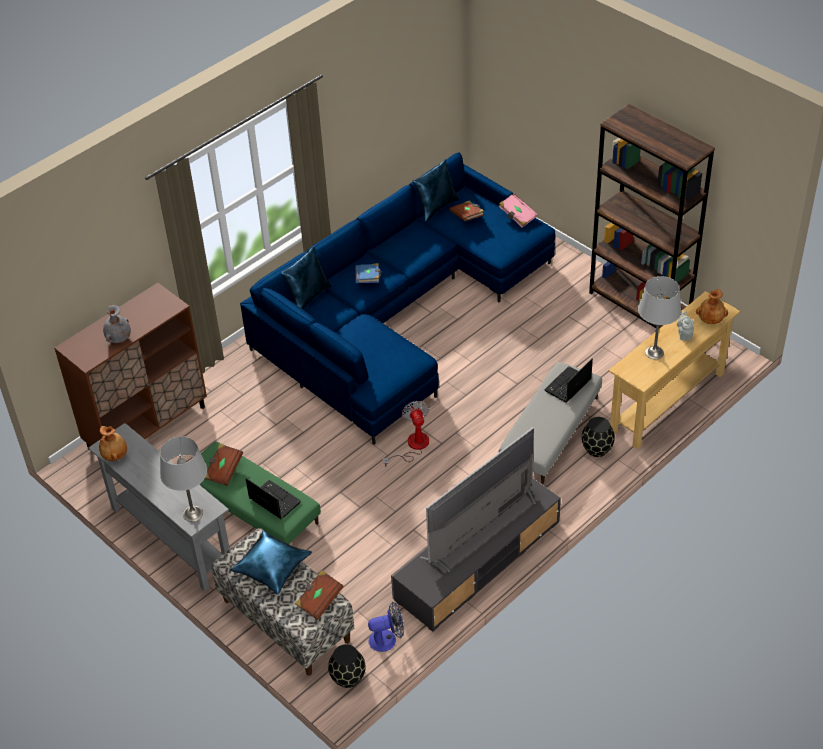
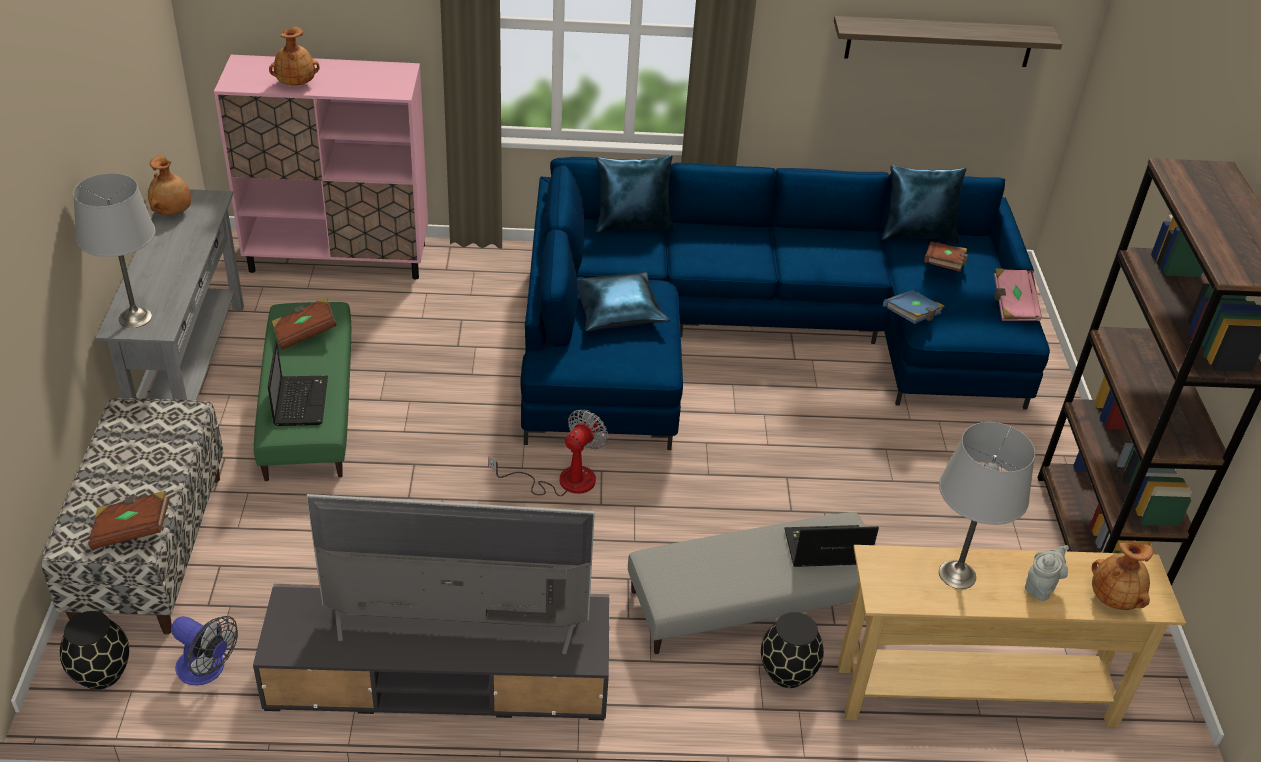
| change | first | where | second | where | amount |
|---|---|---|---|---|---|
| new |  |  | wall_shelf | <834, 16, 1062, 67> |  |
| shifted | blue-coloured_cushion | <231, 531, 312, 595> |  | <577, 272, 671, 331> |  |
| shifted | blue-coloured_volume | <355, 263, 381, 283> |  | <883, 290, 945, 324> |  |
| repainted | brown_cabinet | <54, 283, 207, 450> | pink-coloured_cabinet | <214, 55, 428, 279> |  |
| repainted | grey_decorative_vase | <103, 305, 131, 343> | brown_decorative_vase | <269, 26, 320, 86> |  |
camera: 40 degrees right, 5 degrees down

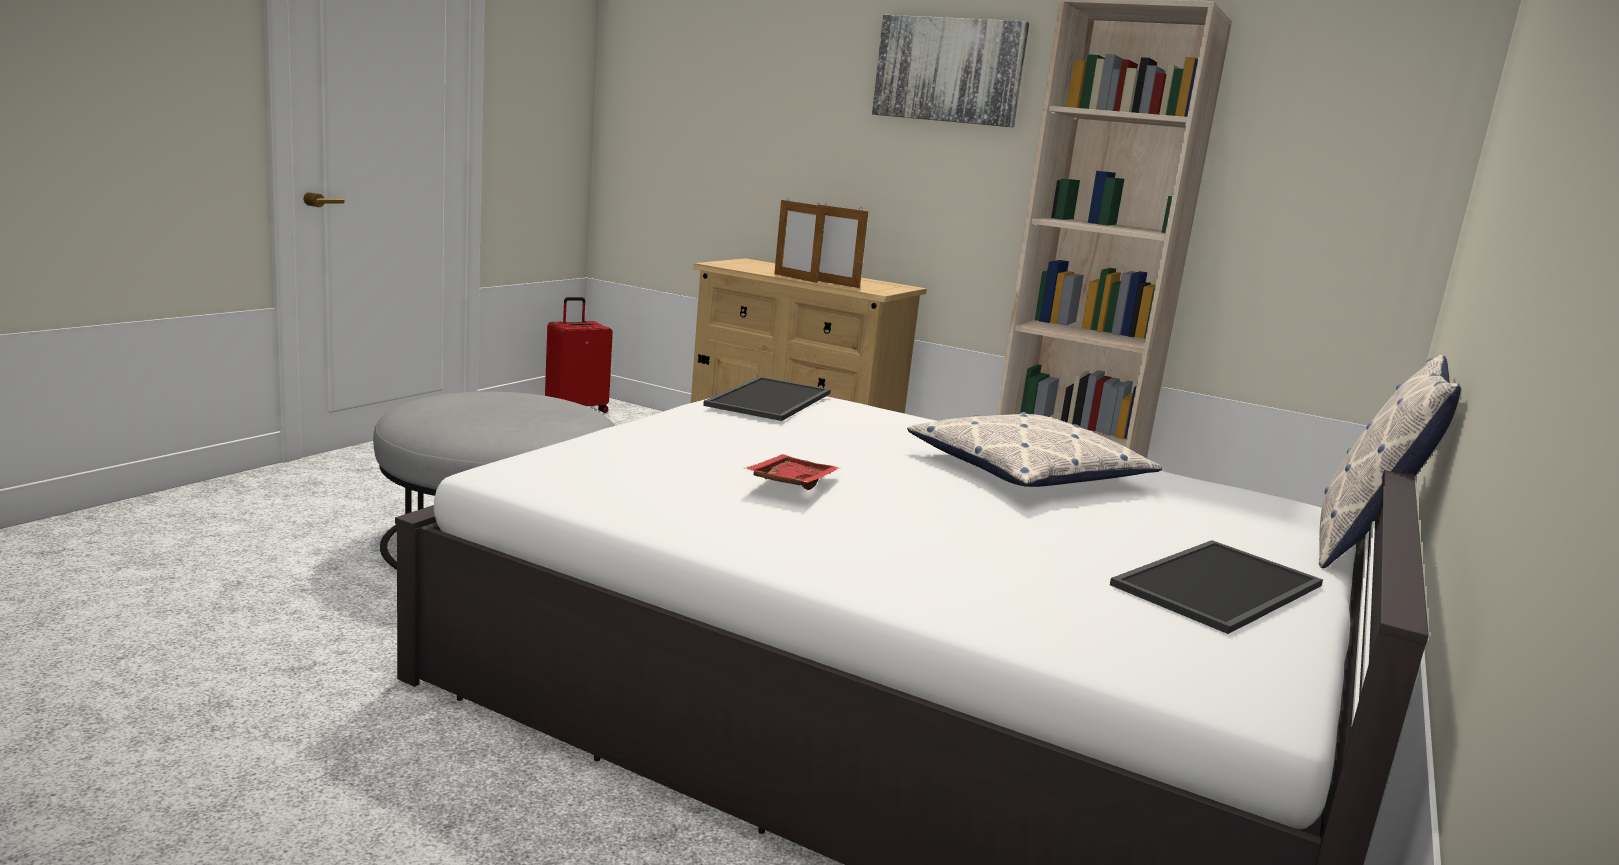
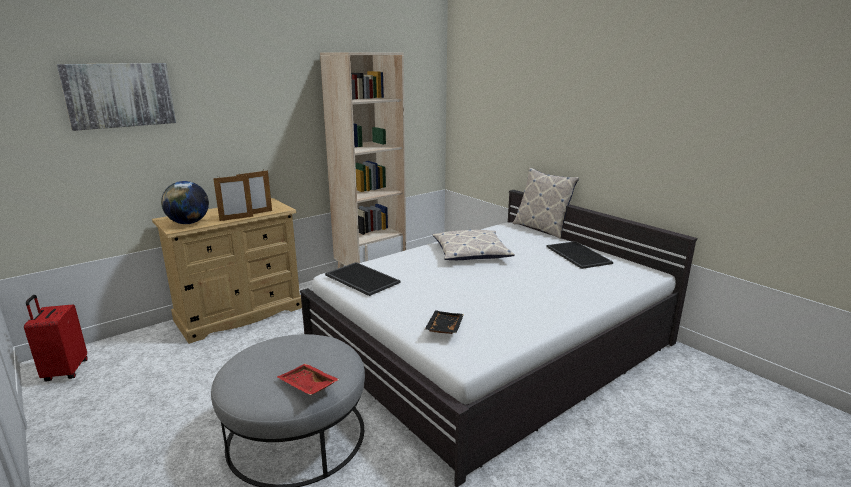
| change | first | where | second | where | amount |
|---|---|---|---|---|---|
| new |  |  | desk_globe | <161, 181, 209, 224> |  |
| new |  |  | black_tray | <425, 310, 464, 334> |  |
| shifted | red_tray | <744, 454, 840, 490> |  | <277, 363, 340, 395> |  |
| shifted | wall_picture | <872, 15, 1029, 127> |  | <56, 63, 176, 131> |  |
camera: 65 degrees left, 5 degrees up

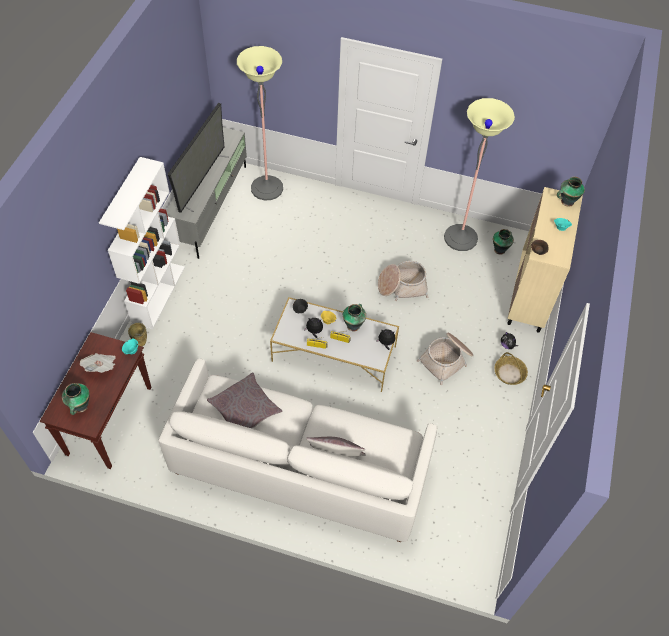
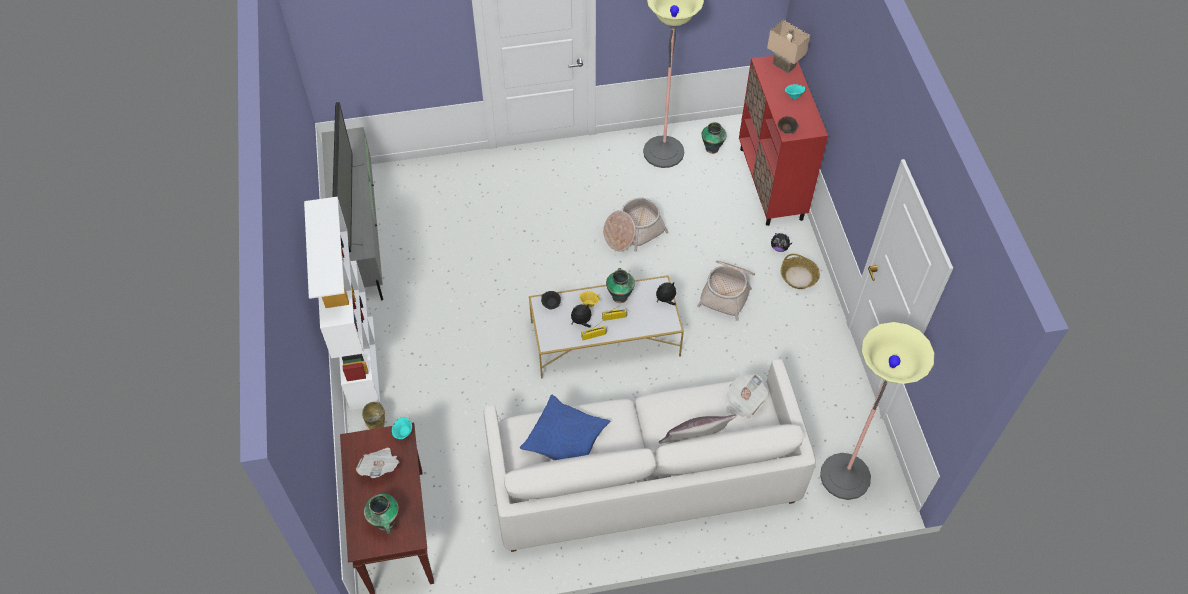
| change | first | where | second | where | amount |
|---|---|---|---|---|---|
| new |  |  | daily_paper | <726, 374, 768, 418> |  |
| shifted | floor_lamp | <237, 46, 283, 200> |  | <820, 322, 934, 500> |  |
| swapped | decorative_vase | <557, 177, 585, 207> | sand-coloured_lamp_for_a_table | <767, 20, 811, 73> |  |
| repainted | grey_cushion | <207, 372, 282, 428> | blue-coloured_cushion | <520, 395, 610, 461> |  |
| repainted | sand-coloured_cabinet | <507, 187, 583, 333> | red_cabinet | <739, 55, 828, 226> |  |
camera: 25 degrees left, 0 degrees up

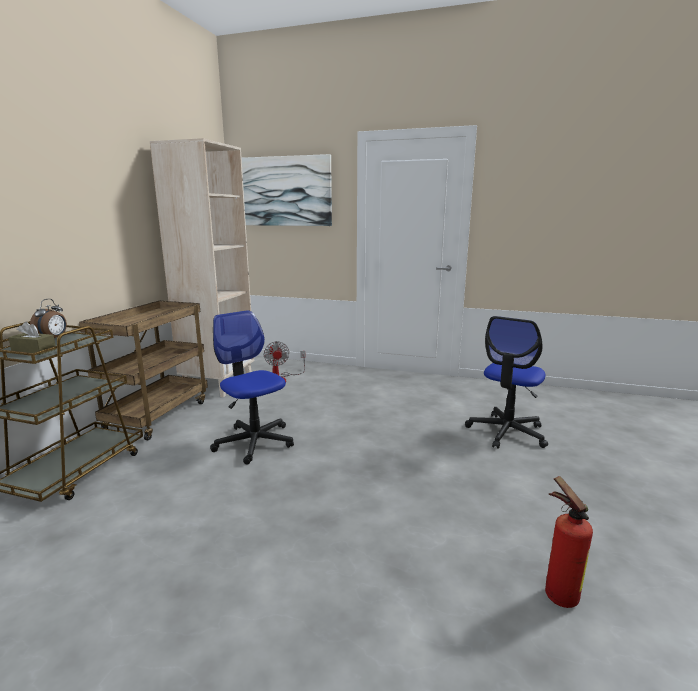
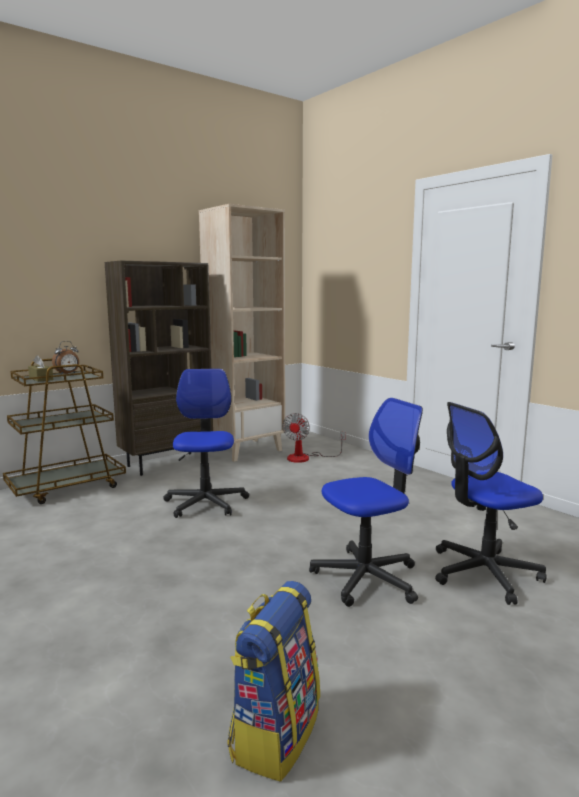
| change | first | where | second | where | amount |
|---|---|---|---|---|---|
| gone | wall_picture | <242, 154, 332, 226> |  |  |  |
| new |  |  | desk_chair | <309, 398, 423, 607> |  |
| swapped | brown_wheeled_cart | <79, 301, 208, 440> | brown_bookshelf | <105, 260, 213, 476> |  |
| swapped | extinguisher | <545, 476, 593, 608> | rucksack | <227, 581, 320, 782> |  |
camera: 35 degrees right, 5 degrees down

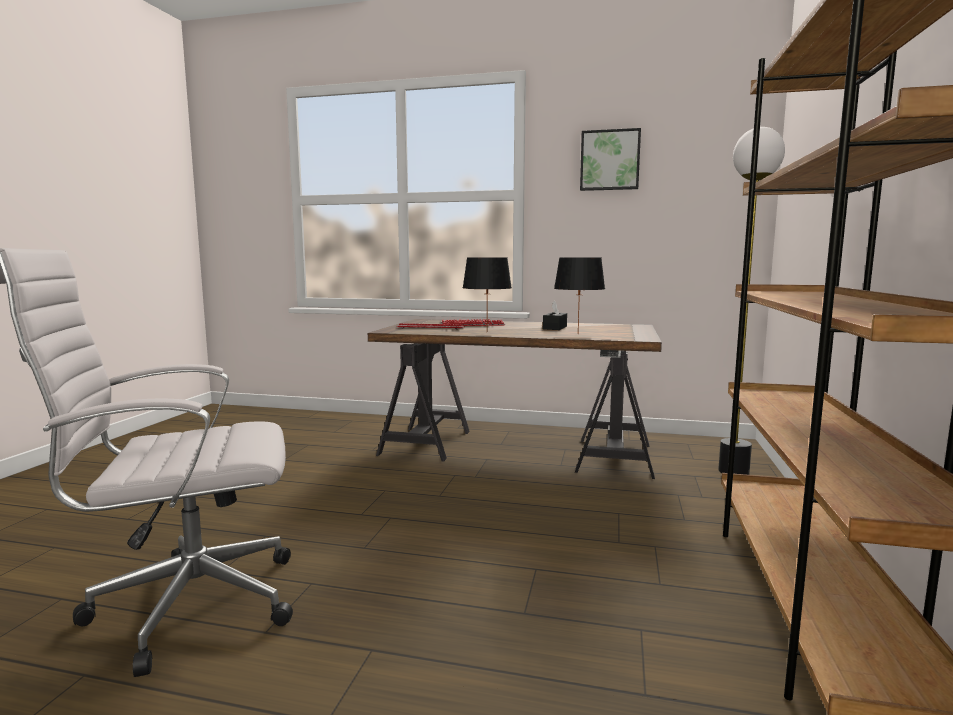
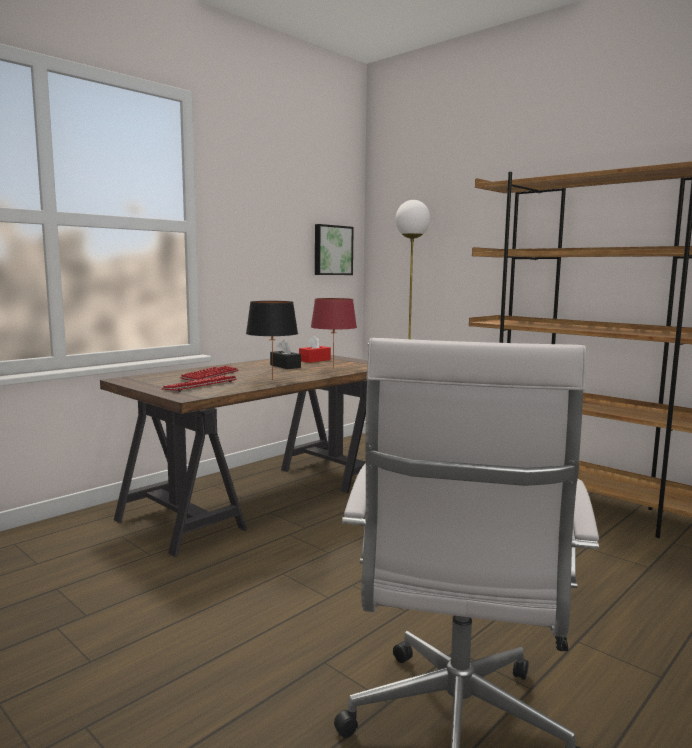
| change | first | where | second | where | amount |
|---|---|---|---|---|---|
| new |  |  | red_tissue_box | <299, 335, 331, 363> |  |
| shifted | wall_picture | <580, 128, 641, 191> |  | <315, 224, 354, 275> |  |
| repainted | black_lamp_for_a_table | <554, 258, 605, 331> | red_lamp_for_a_table | <311, 298, 357, 369> |  |
camera: 60 degrees left, 0 degrees up

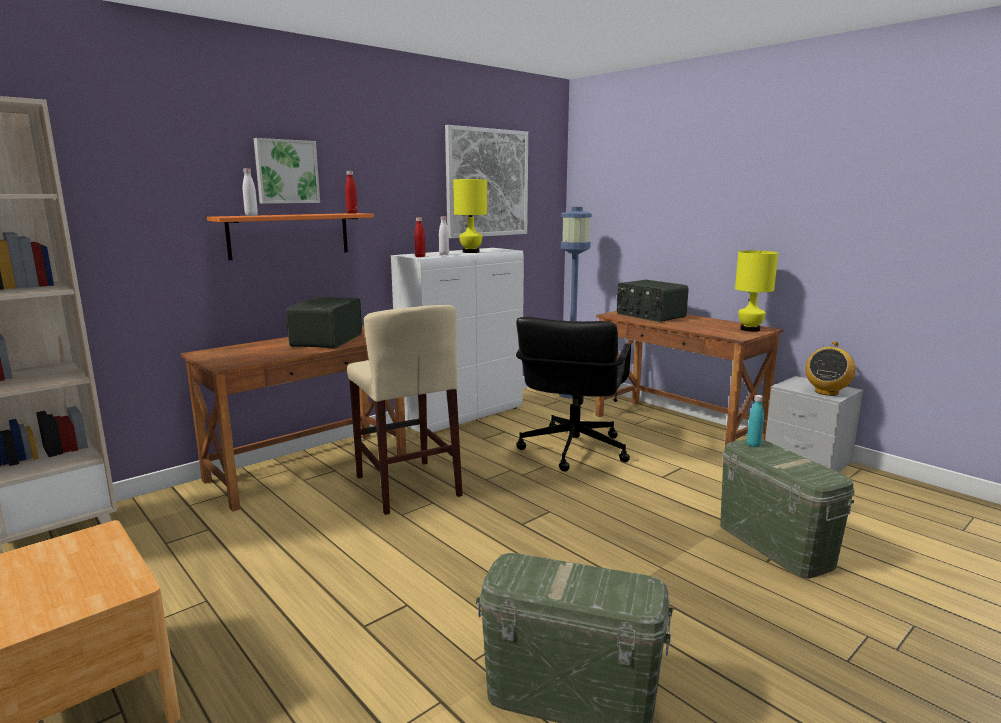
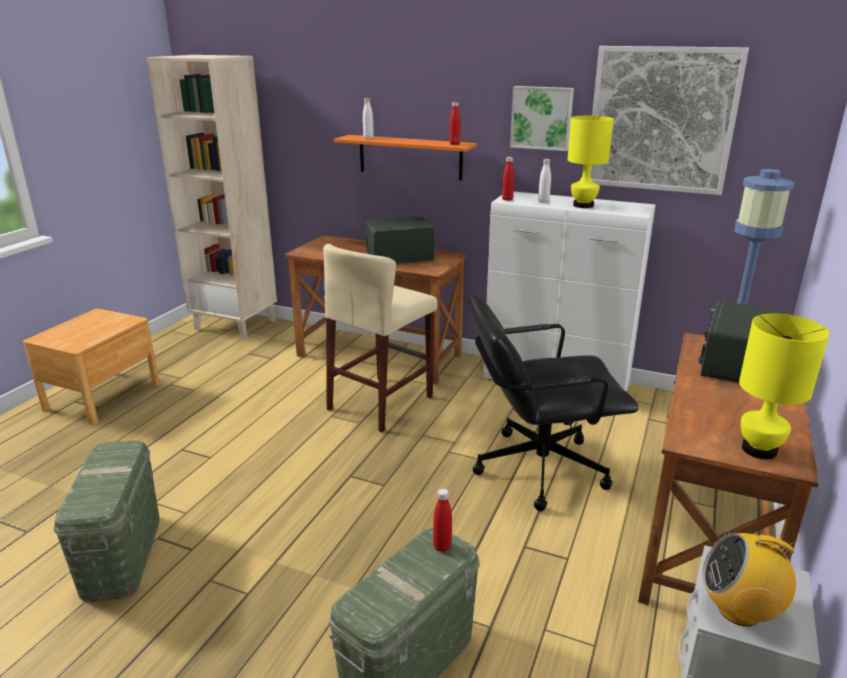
| change | first | where | second | where | amount |
|---|---|---|---|---|---|
| shifted | wall_picture | <253, 138, 320, 204> |  | <510, 86, 574, 151> |  |
| repainted | turquoise_drink_bottle | <747, 395, 764, 447> | red_drink_bottle | <433, 489, 452, 552> |  |
camera: 65 degrees right, 10 degrees up

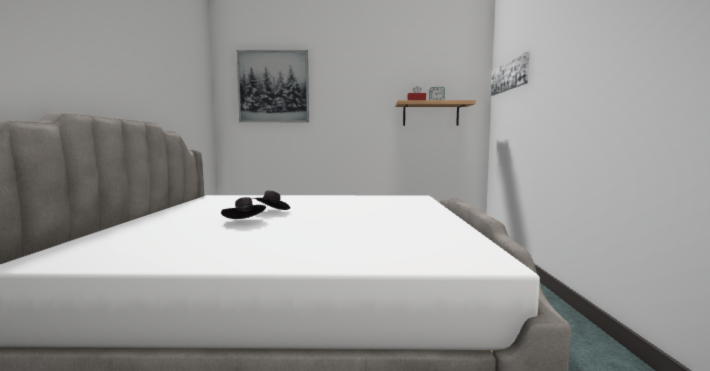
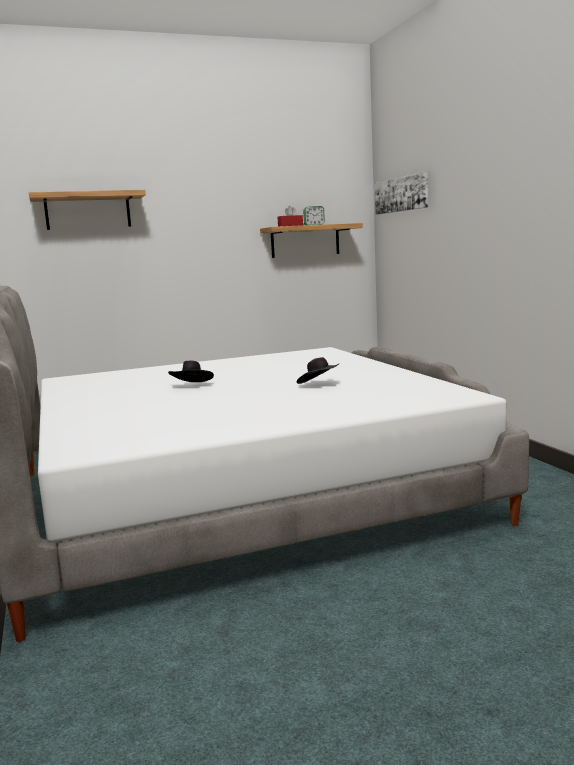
| change | first | where | second | where | amount |
|---|---|---|---|---|---|
| shifted | black_wearable_hat | <221, 197, 266, 219> |  | <297, 357, 339, 384> |  |
| swapped | wall_picture | <237, 50, 309, 122> | wall_shelf | <29, 190, 146, 230> |  |
camera: 20 degrees left, 5 degrees up

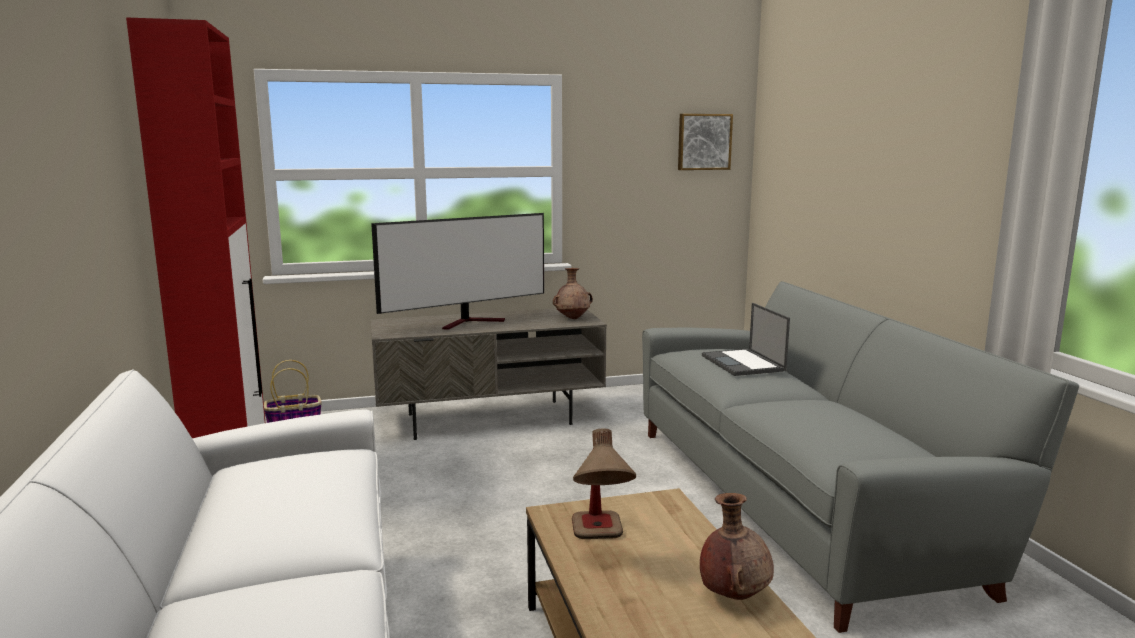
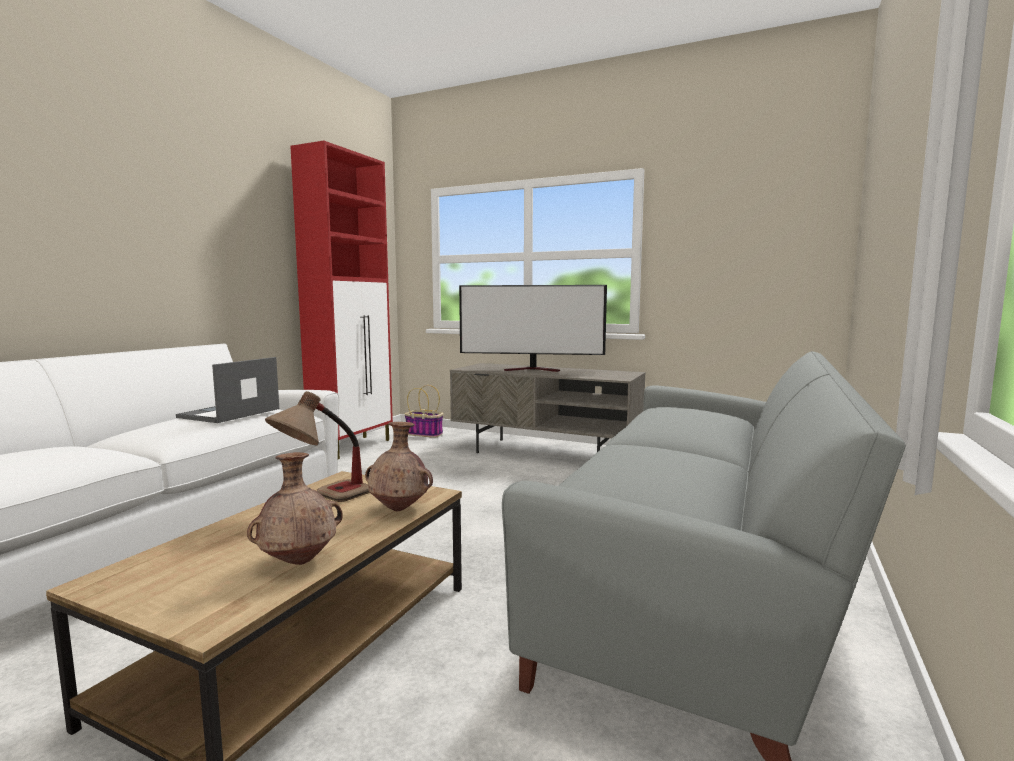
| change | first | where | second | where | amount |
|---|---|---|---|---|---|
| gone | wall_picture | <678, 114, 733, 170> |  |  |  |
| shifted | brown_decorative_vase | <553, 268, 593, 319> |  | <365, 422, 433, 511> |  |
| shifted | notebook_computer | <702, 303, 790, 376> |  | <176, 357, 279, 423> |  |
camera: 40 degrees right, 5 degrees down

